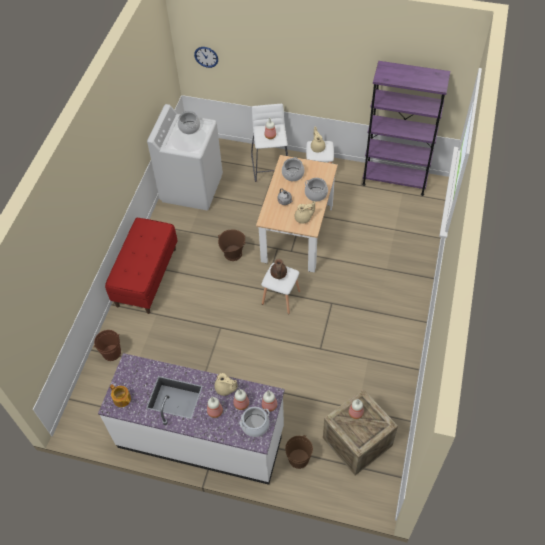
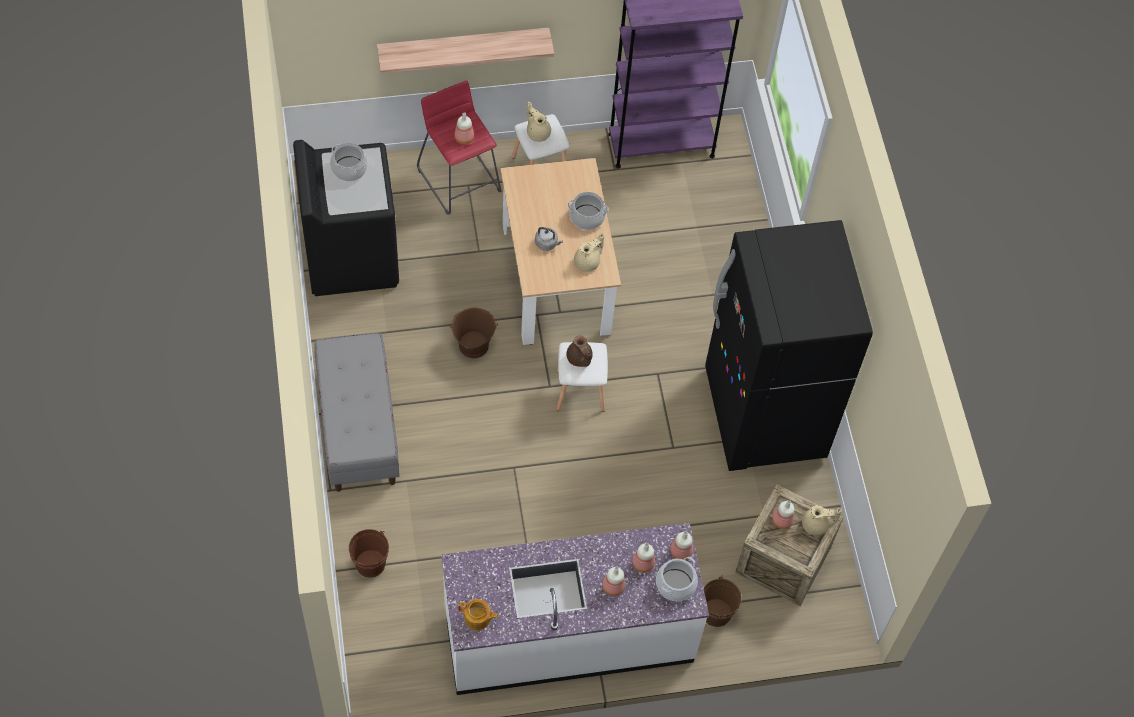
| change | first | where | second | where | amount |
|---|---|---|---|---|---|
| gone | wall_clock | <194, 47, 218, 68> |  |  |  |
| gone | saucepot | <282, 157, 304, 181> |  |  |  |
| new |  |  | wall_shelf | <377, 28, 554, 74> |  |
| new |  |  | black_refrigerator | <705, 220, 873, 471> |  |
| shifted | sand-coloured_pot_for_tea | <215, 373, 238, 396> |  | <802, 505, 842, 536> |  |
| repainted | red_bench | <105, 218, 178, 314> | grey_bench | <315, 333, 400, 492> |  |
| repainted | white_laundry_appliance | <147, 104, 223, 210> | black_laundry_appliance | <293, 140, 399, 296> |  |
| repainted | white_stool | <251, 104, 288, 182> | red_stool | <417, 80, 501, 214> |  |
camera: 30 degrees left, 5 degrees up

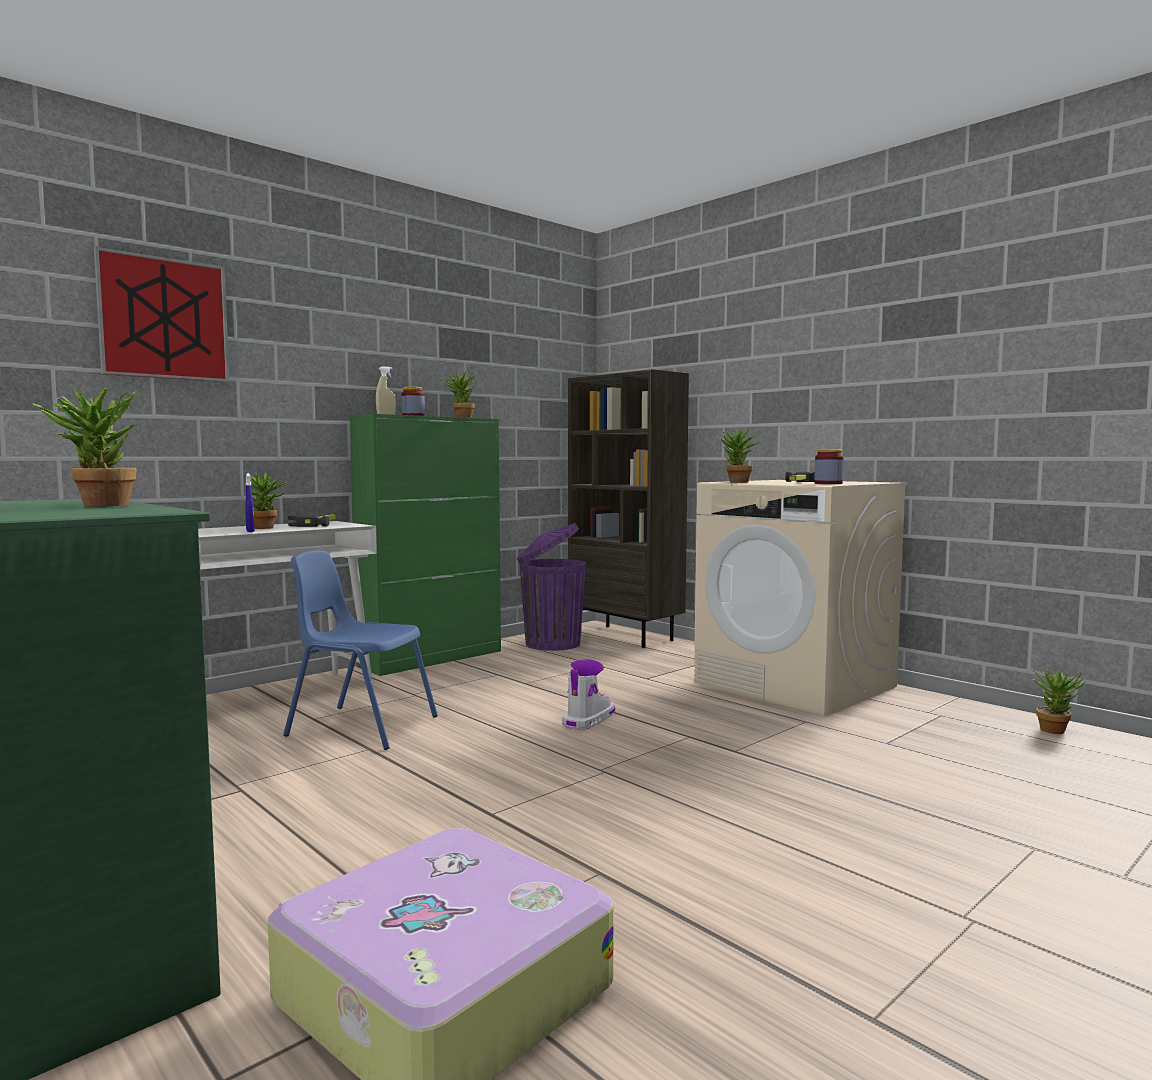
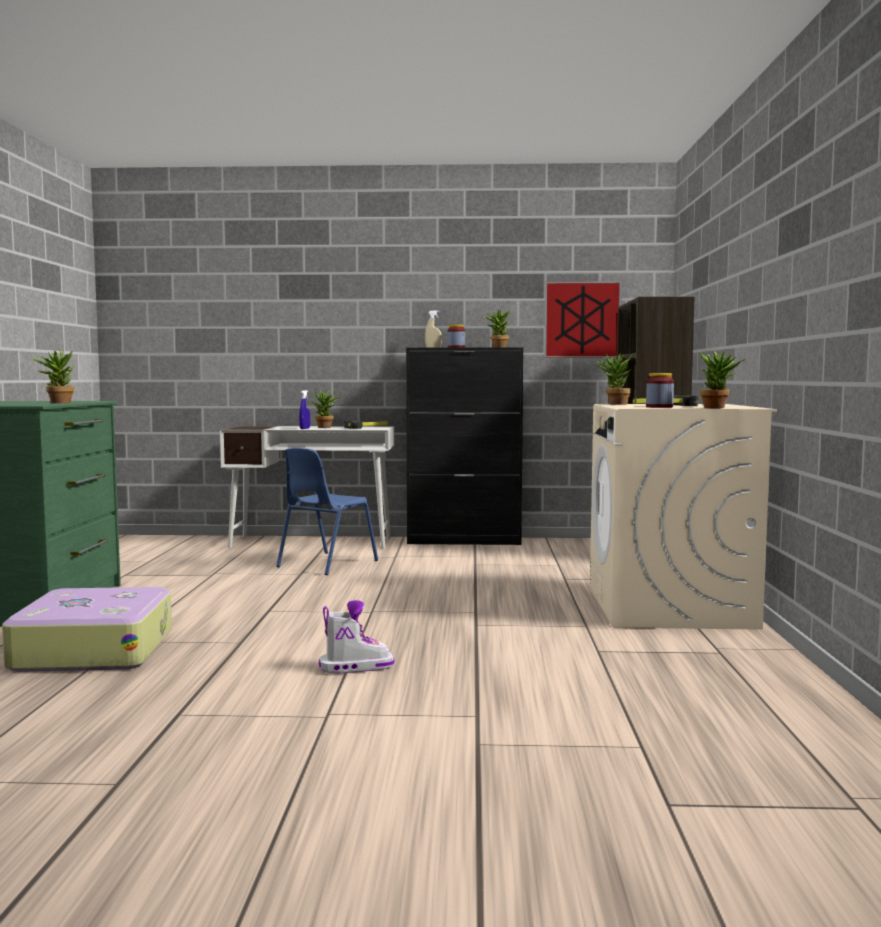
| change | first | where | second | where | amount |
|---|---|---|---|---|---|
| gone | purple-coloured_trash_can | <517, 523, 586, 651> |  |  |  |
| shifted | wall_picture | <94, 246, 230, 382> |  | <544, 281, 622, 358> |  |
| shifted | high-top_boot | <562, 659, 615, 730> |  | <319, 600, 394, 674> |  |
| shifted | houseplant | <1030, 669, 1085, 734> |  | <699, 349, 745, 408> |  |
| repainted | green_cabinet | <350, 414, 501, 676> | black_cabinet | <406, 347, 523, 545> |  |
| rotated | blue-coloured_upright_chair | <283, 550, 438, 750> |  | <276, 448, 378, 575> | 120 degrees counterclockwise |
camera: 45 degrees right, 0 degrees up

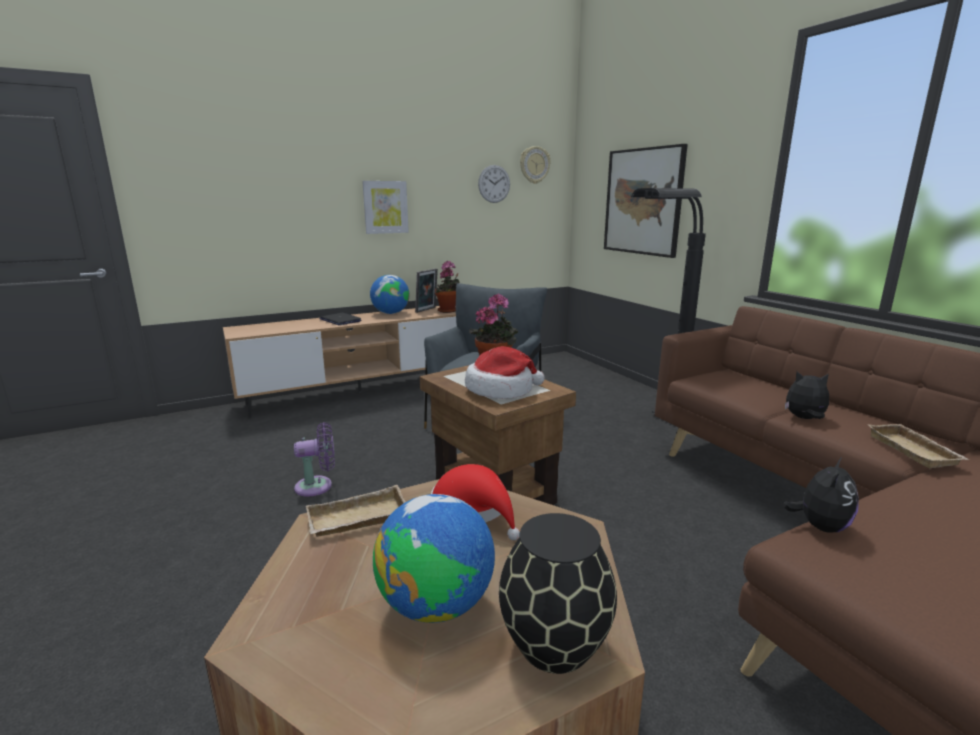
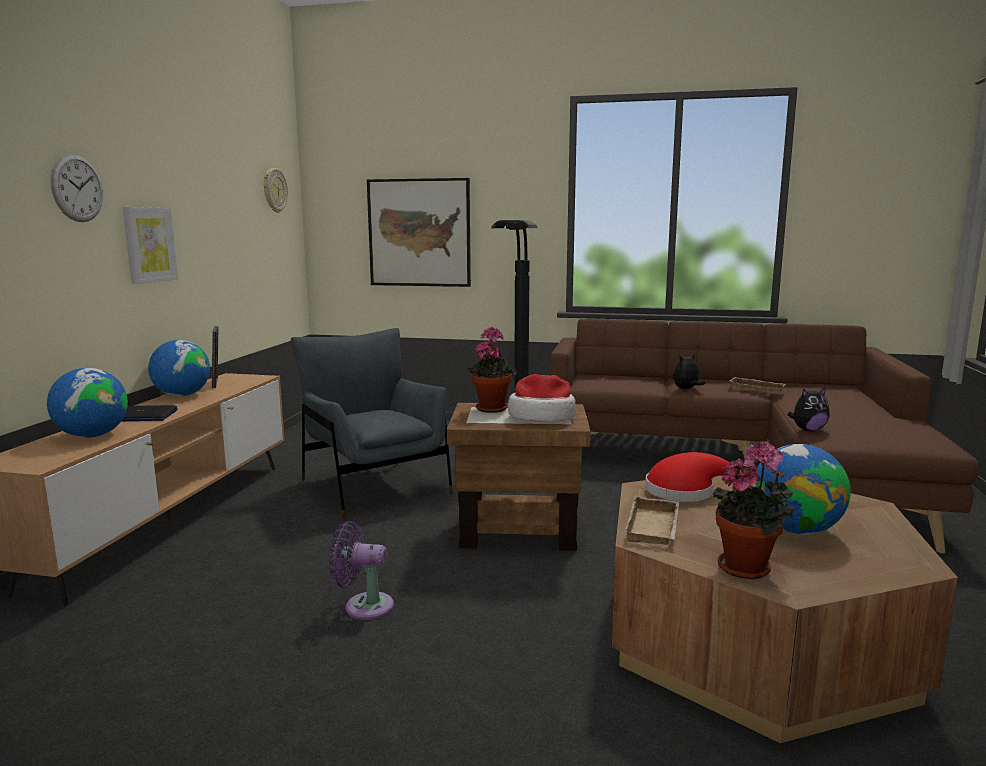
| change | first | where | second | where | amount |
|---|---|---|---|---|---|
| gone | black_decorative_vase | <499, 513, 617, 674> |  |  |  |
| new |  |  | desk_globe | <47, 368, 128, 438> |  |
| shifted | houseplant | <435, 261, 459, 313> |  | <713, 442, 794, 579> |  |
| shifted | wall_clock | <478, 165, 510, 203> |  | <50, 154, 103, 222> |  |
| rotated | purple-coloured_cooling_fan | <294, 422, 335, 497> |  | <329, 521, 394, 620> | 105 degrees counterclockwise |
| rotated | cuddly_toy | <783, 457, 859, 532> |  | <788, 387, 829, 432> | 90 degrees clockwise |
camera: 50 degrees left, 5 degrees down

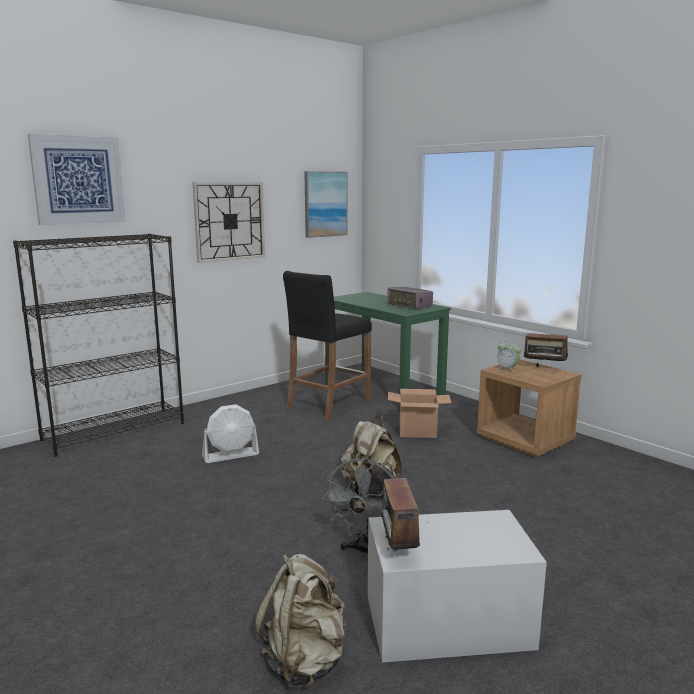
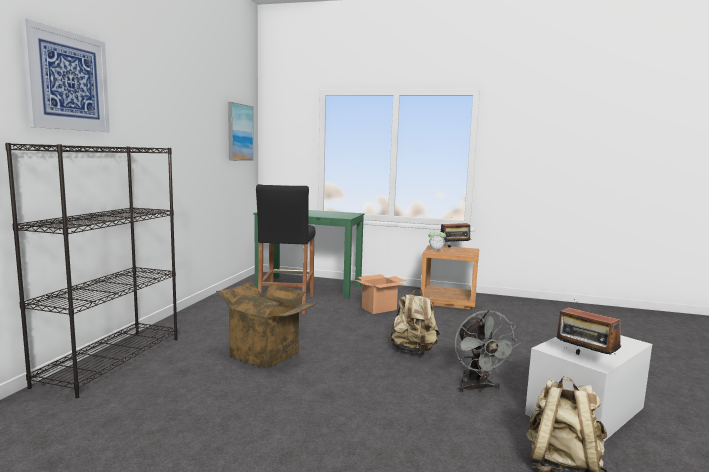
| change | first | where | second | where | amount |
|---|---|---|---|---|---|
| gone | wall_clock | <192, 182, 265, 263> |  |  |  |
| gone | radio | <387, 287, 433, 309> |  |  |  |
| swapped | white_cooling_fan | <202, 404, 259, 463> | carton | <216, 281, 316, 369> |  |
camera: 35 degrees left, 5 degrees down

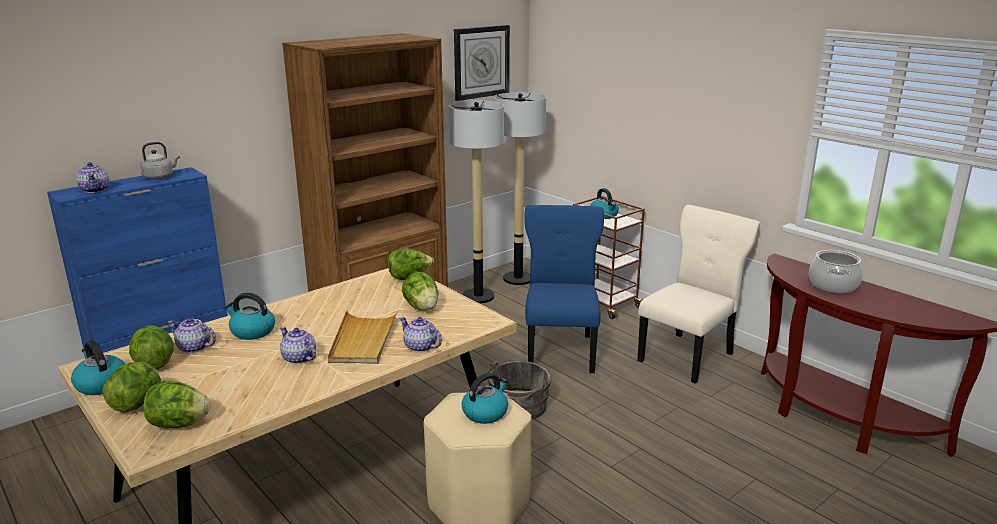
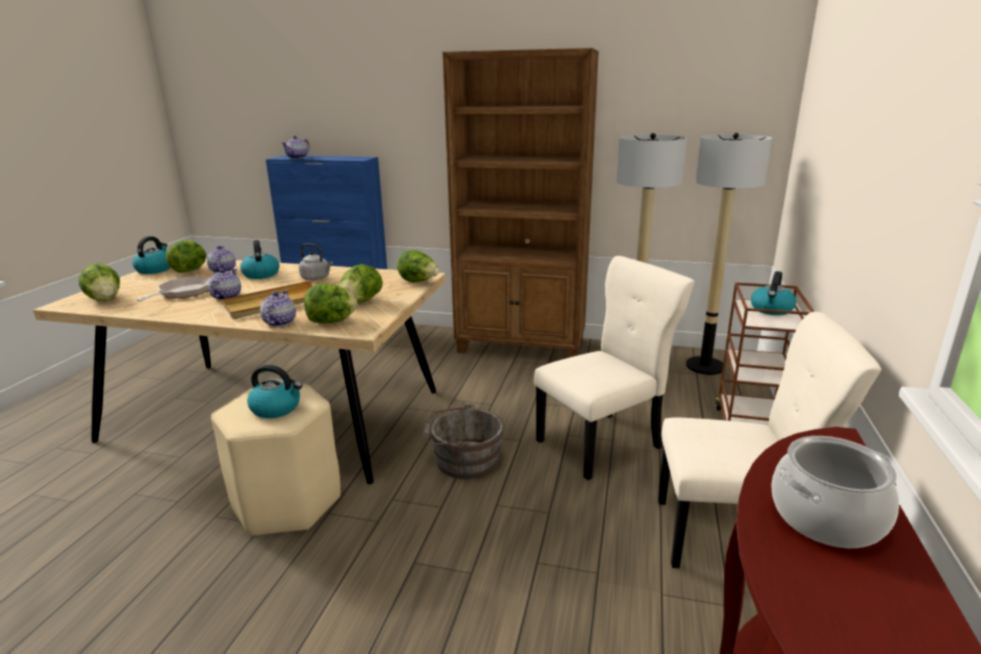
| change | first | where | second | where | amount |
|---|---|---|---|---|---|
| gone | wall_clock | <454, 25, 510, 101> |  |  |  |
| new |  |  | frying_pan | <136, 276, 210, 301> |  |
| shifted | head_of_lettuce | <103, 362, 161, 413> |  | <304, 283, 358, 323> |  |
| shifted | grey_tea_kettle | <140, 142, 180, 180> |  | <299, 243, 333, 280> |  |
| repainted | blue-coloured_upright_chair | <524, 205, 604, 373> | sand-coloured_upright_chair | <534, 256, 695, 480> |  |
camera: 55 degrees right, 0 degrees up

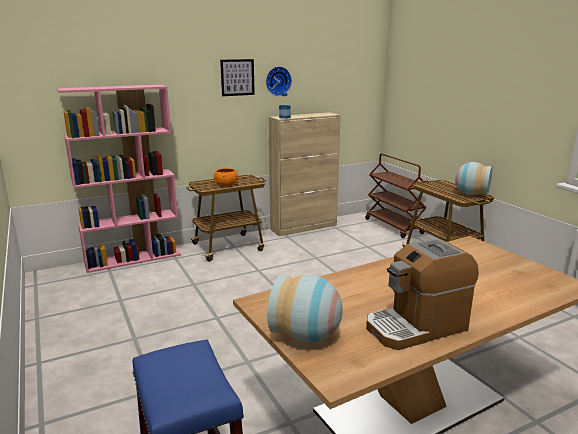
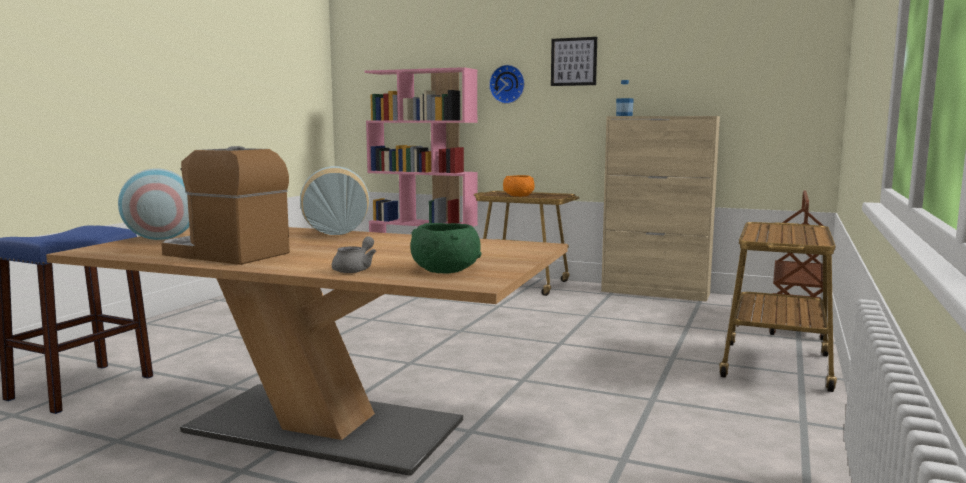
| change | first | where | second | where | amount |
|---|---|---|---|---|---|
| new |  |  | grey_pot_for_tea | <332, 236, 376, 273> |  |
| new |  |  | green_bowl | <410, 223, 481, 274> |  |
| shifted | wall_clock | <266, 66, 292, 96> |  | <489, 65, 525, 104> |  |
| shifted | decorative_vase | <455, 162, 493, 195> |  | <300, 166, 370, 235> |  |
camera: 50 degrees right, 10 degrees down

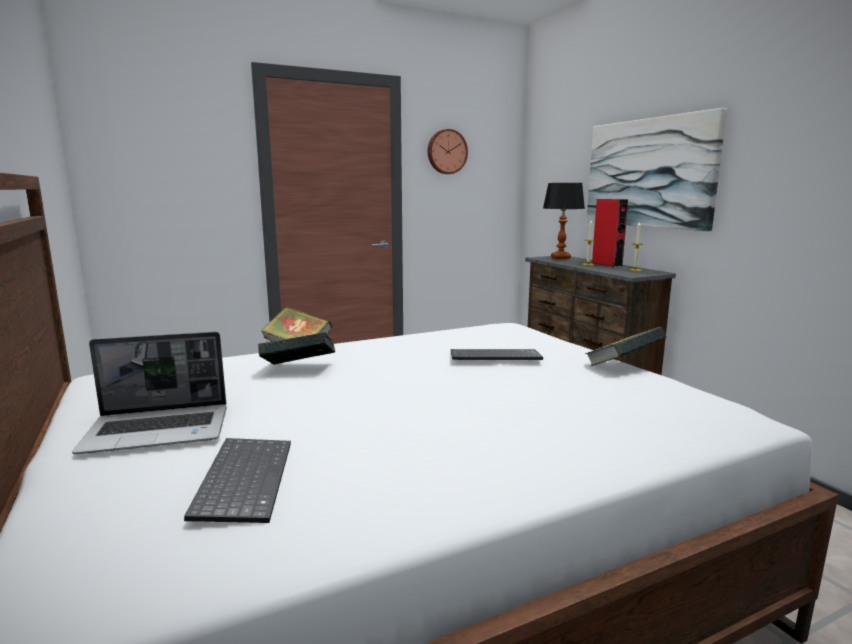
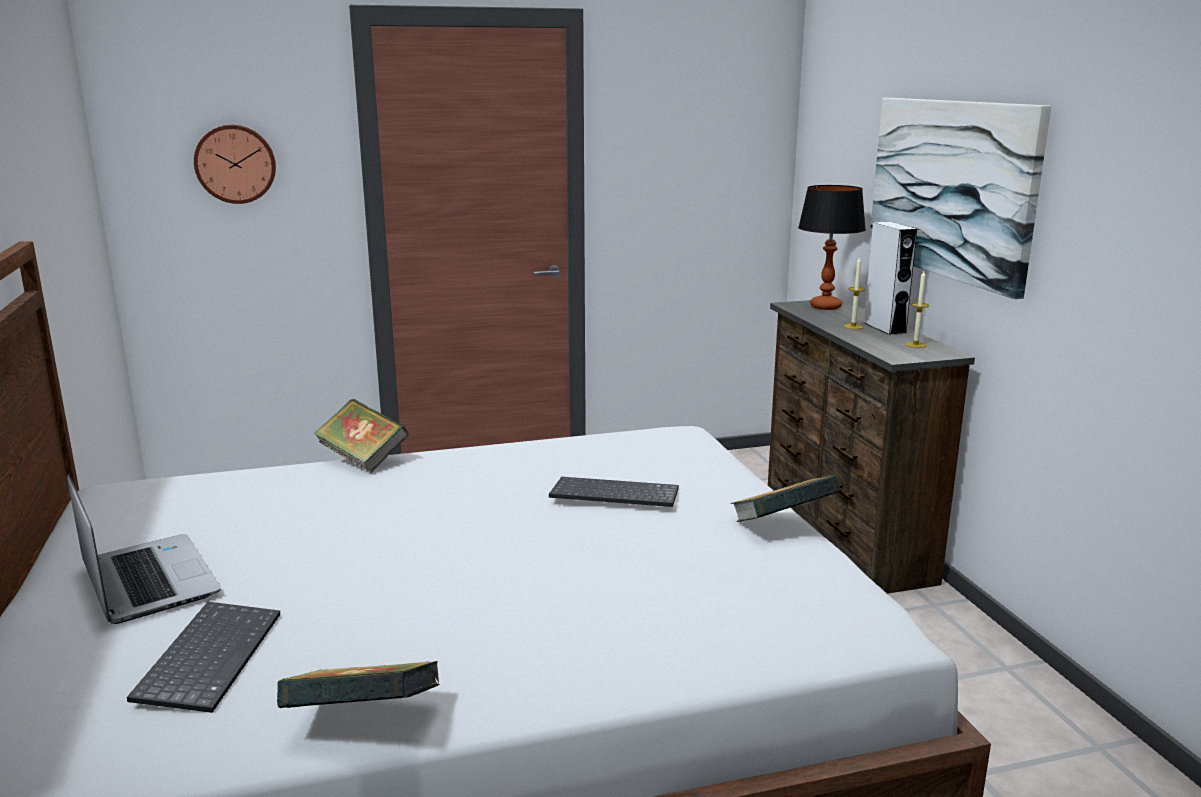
| change | first | where | second | where | amount |
|---|---|---|---|---|---|
| shifted | volume | <258, 332, 335, 365> |  | <277, 661, 440, 708> |  |
| shifted | wall_clock | <428, 129, 468, 174> |  | <194, 125, 276, 204> |  |
| repainted | red_loudspeaker | <592, 199, 628, 267> | white_loudspeaker | <864, 222, 917, 335> |  |
| rotated | notebook_computer | <72, 332, 226, 454> |  | <67, 474, 221, 624> | 120 degrees counterclockwise |
camera: 10 degrees right, 5 degrees up

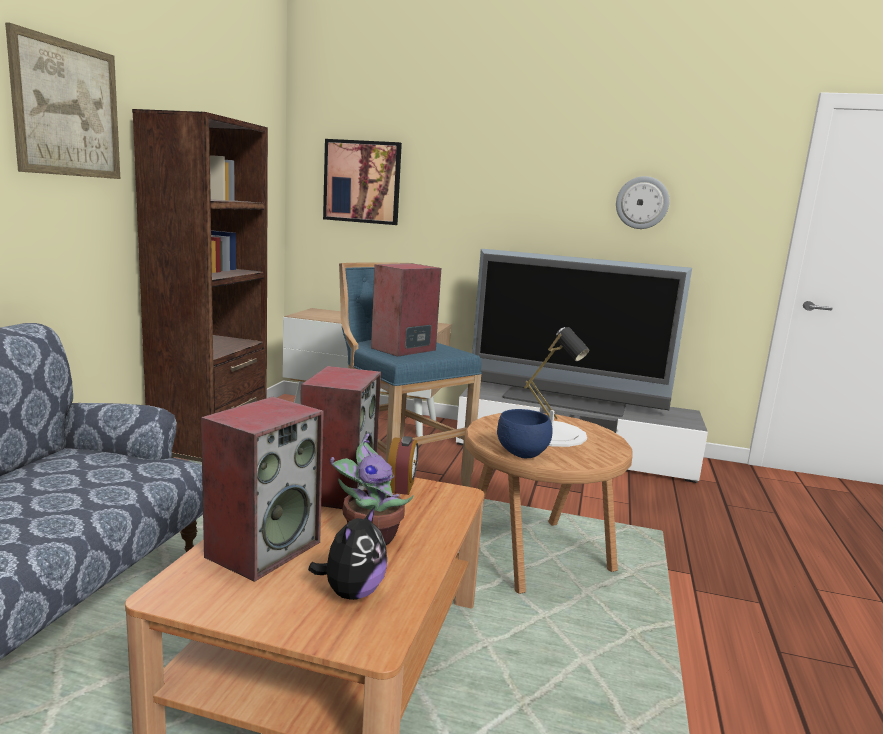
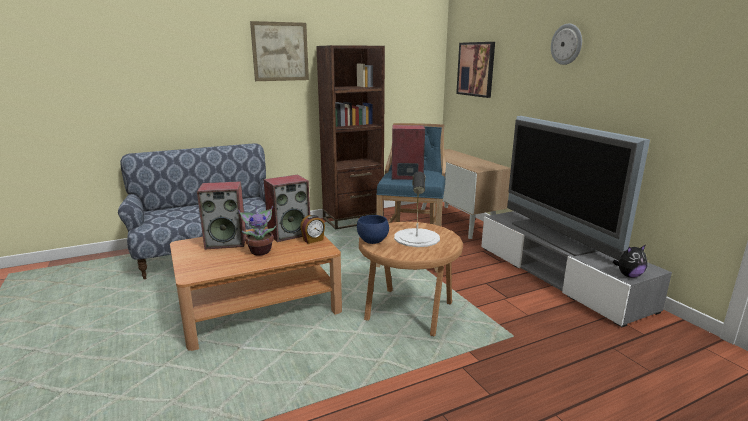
| change | first | where | second | where | amount |
|---|---|---|---|---|---|
| shifted | cuddly_toy | <308, 506, 387, 600> |  | <613, 245, 647, 278> |  |
| shifted | wall_clock | <616, 176, 669, 229> |  | <551, 24, 582, 65> |  |
camera: 50 degrees right, 5 degrees up

